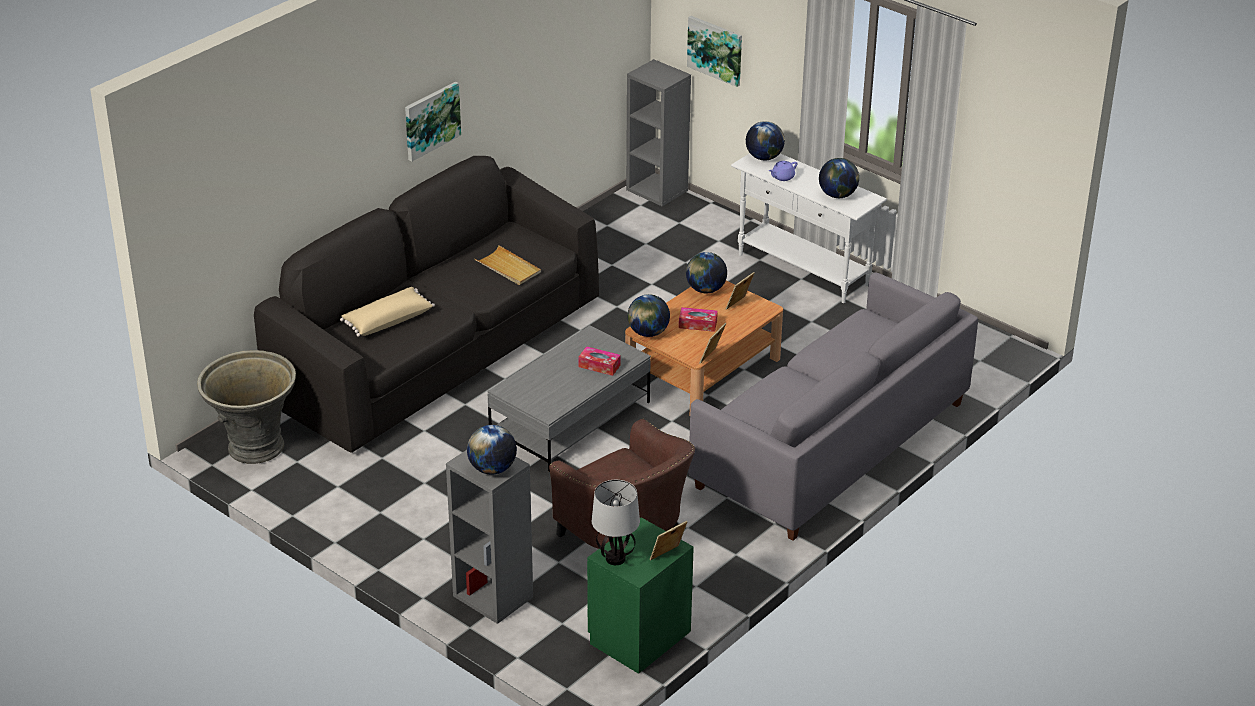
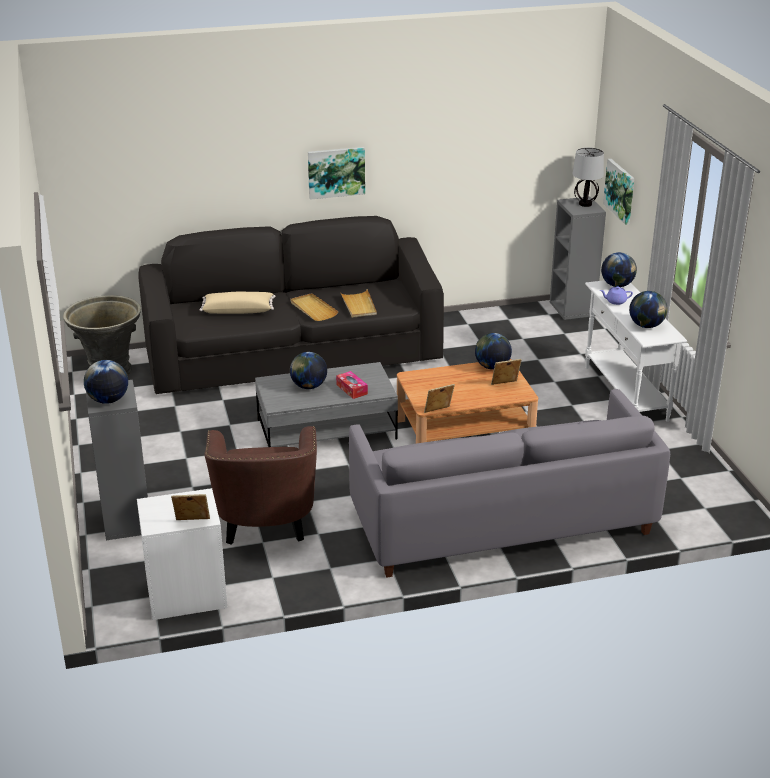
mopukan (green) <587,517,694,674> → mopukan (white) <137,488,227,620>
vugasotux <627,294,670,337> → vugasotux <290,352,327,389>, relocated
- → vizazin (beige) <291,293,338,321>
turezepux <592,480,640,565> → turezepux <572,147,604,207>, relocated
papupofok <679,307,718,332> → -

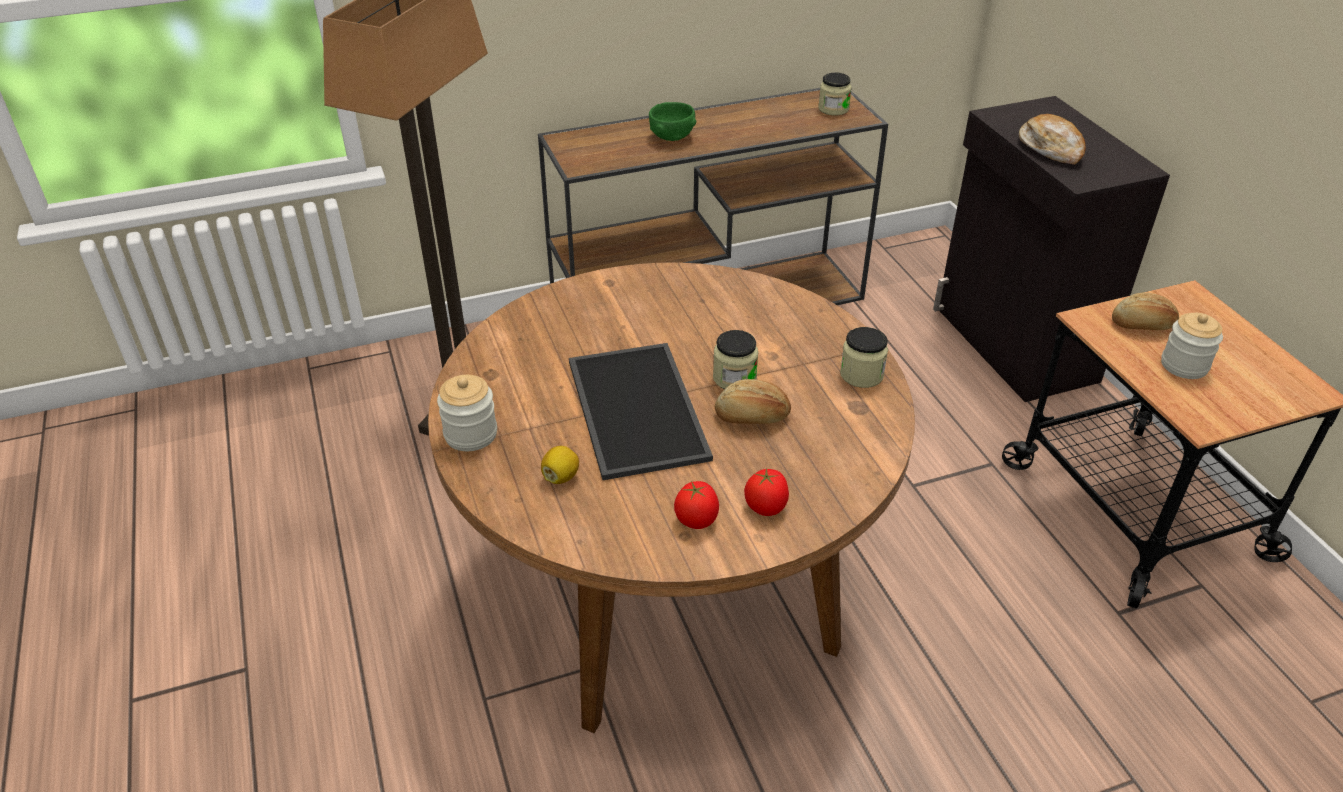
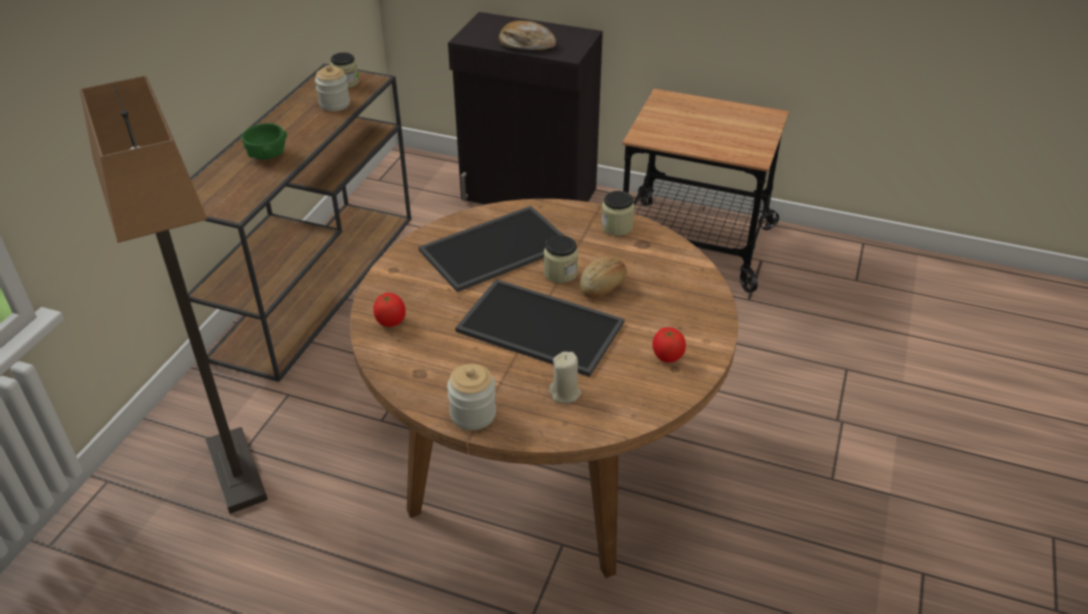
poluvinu <1161,313,1223,379> → poluvinu <315,65,350,111>, relocated
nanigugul <744,468,789,516> → nanigugul <373,293,406,327>, relocated
- → vizazin <418,206,565,292>
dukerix <541,446,579,484> → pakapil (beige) <549,352,582,403>
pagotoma <1112,293,1179,330> → -

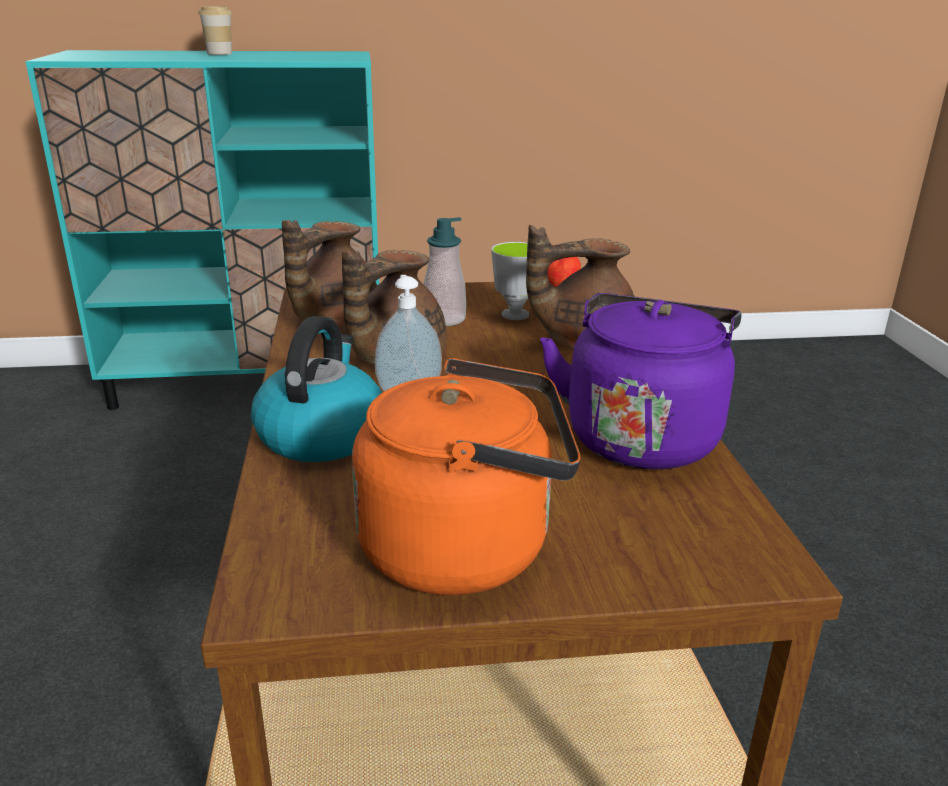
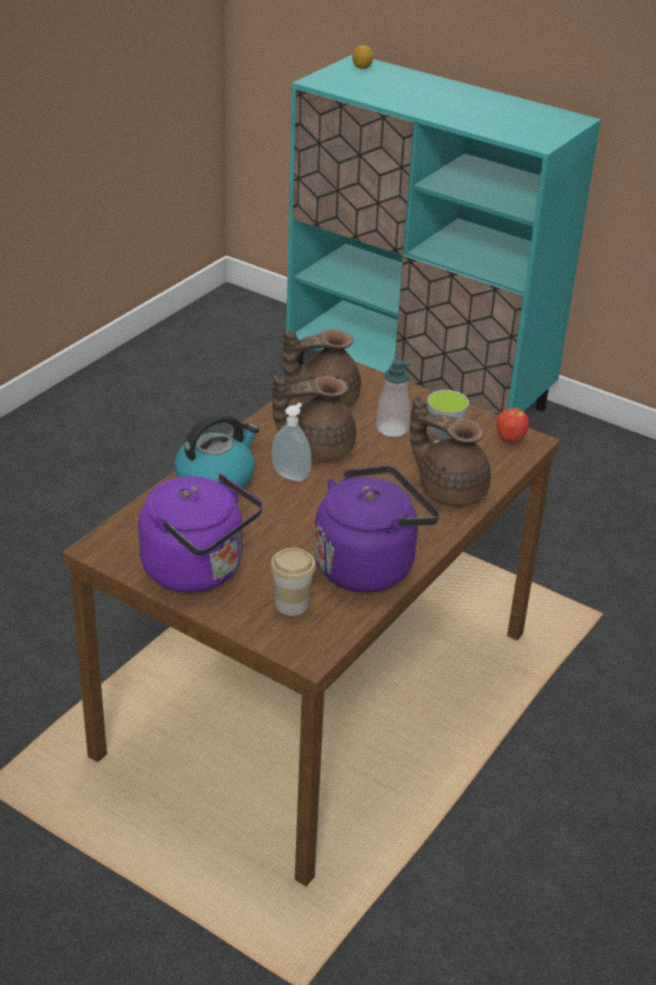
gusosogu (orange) <352,358,580,595> → gusosogu (purple) <138,474,263,592>
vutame <198,6,232,55> → vutame <270,548,316,616>, relocated
- → dukerix <352,45,373,69>

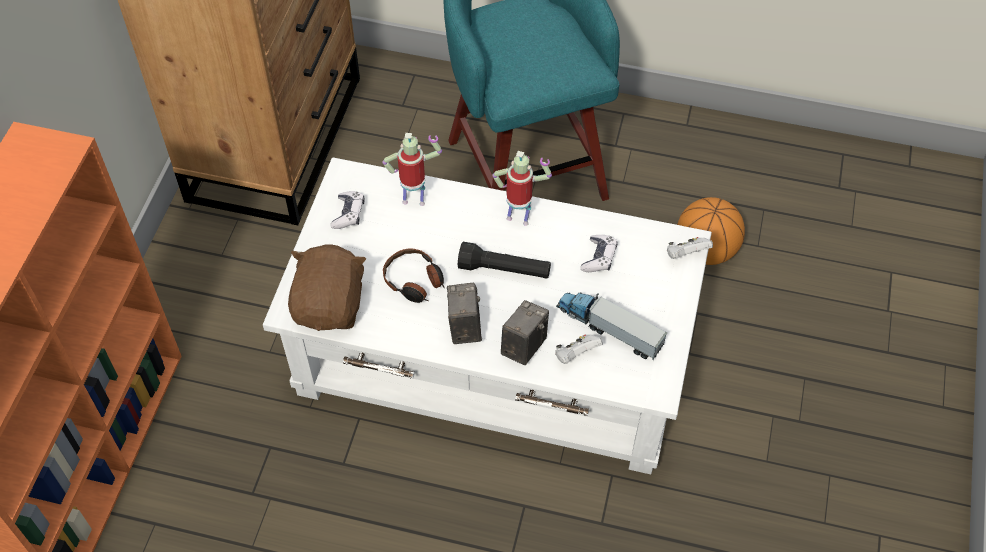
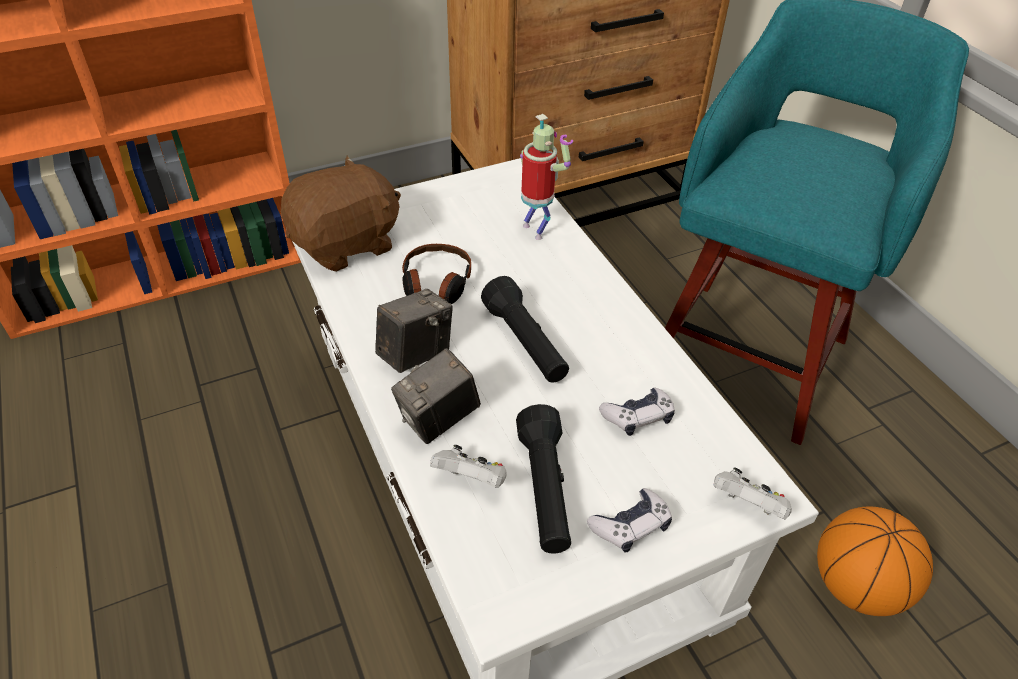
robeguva <501,300,549,365> → robeguva <391,348,481,444>, 150 degrees clockwise
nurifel <556,292,668,360> → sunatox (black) <516,404,571,553>
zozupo <330,191,365,229> → zozupo <587,488,672,553>, relocated
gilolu <492,151,552,226> → -

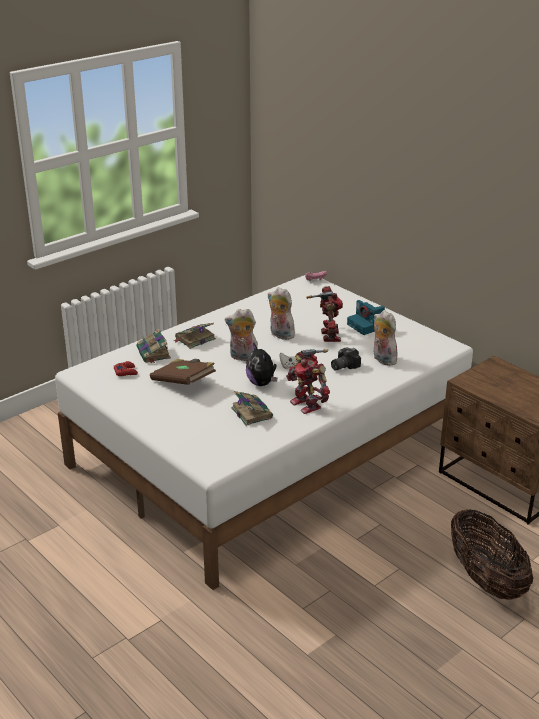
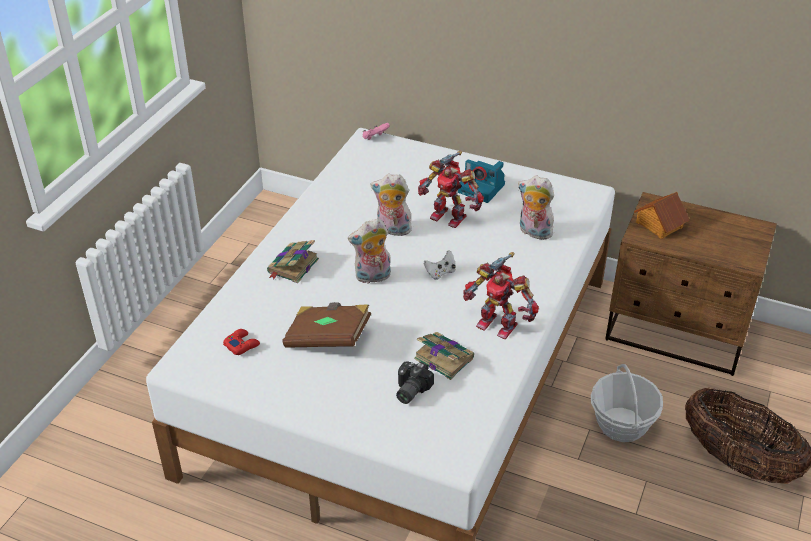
robeguva <331,347,361,370> → robeguva <396,362,434,404>, relocated
gilolu <306,286,343,342> → gilolu <418,151,484,228>, 150 degrees clockwise
- → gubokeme <591,364,663,442>
- → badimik <634,192,690,239>
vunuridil <136,329,171,363> → -
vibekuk <246,343,277,386> → -

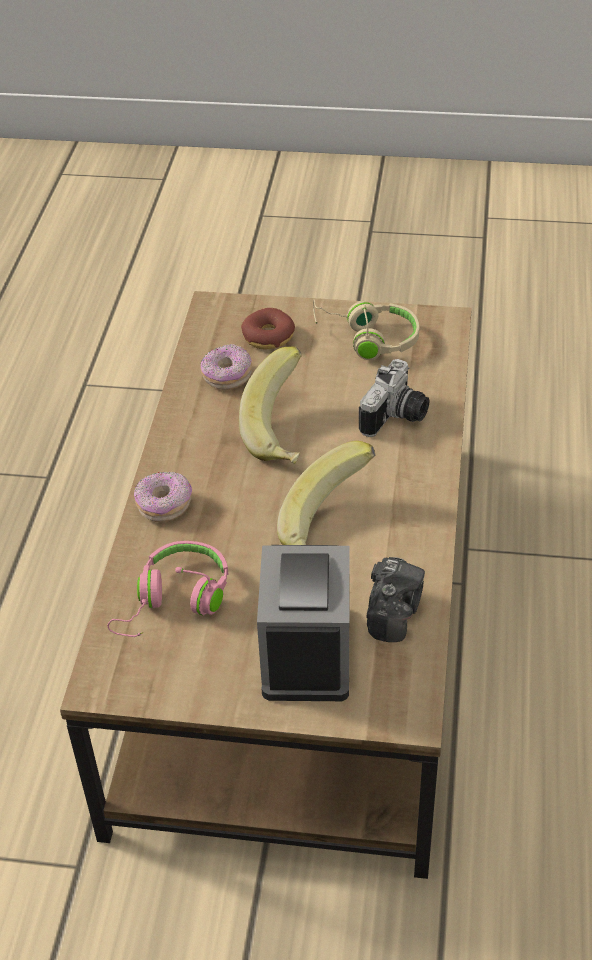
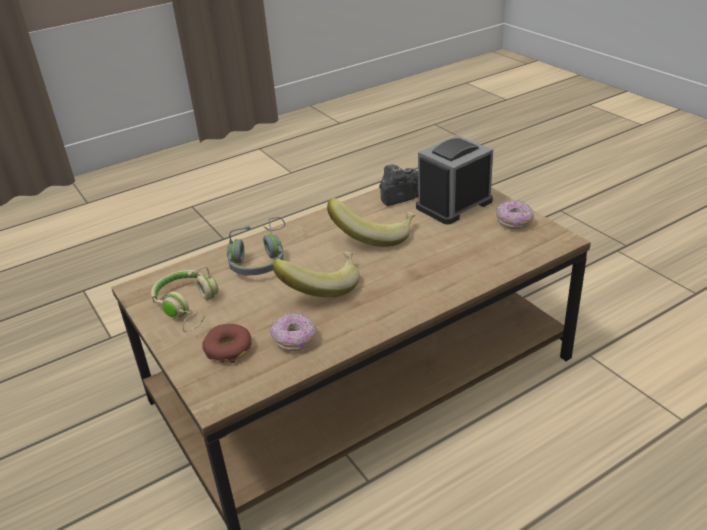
robeguva <359,359,429,437> → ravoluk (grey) <227,217,285,275>
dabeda <134,472,192,522> → dabeda <496,200,534,229>, relocated
ravoluk (pink) <107,541,229,637> → -

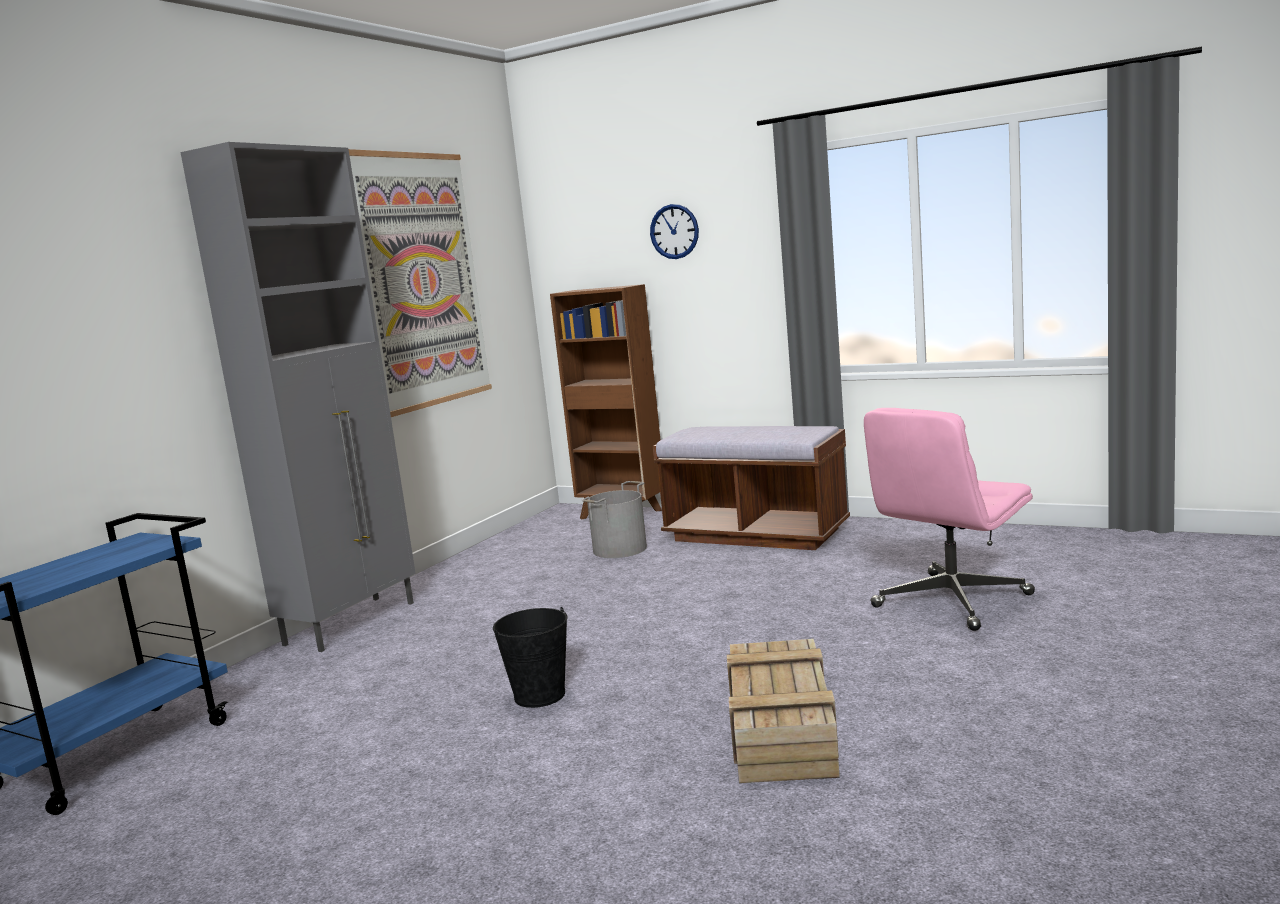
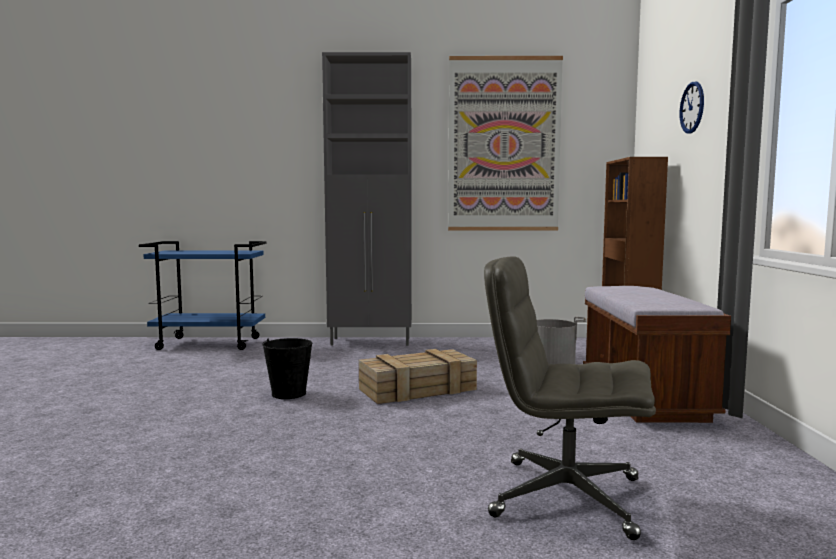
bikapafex <727,639,840,783> → bikapafex <359,349,477,404>, relocated
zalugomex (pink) <864,408,1035,631> → zalugomex (grey) <484,256,656,540>

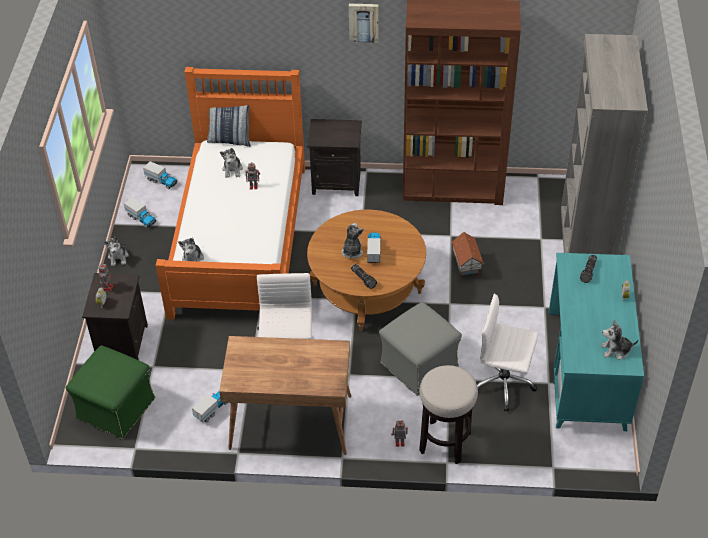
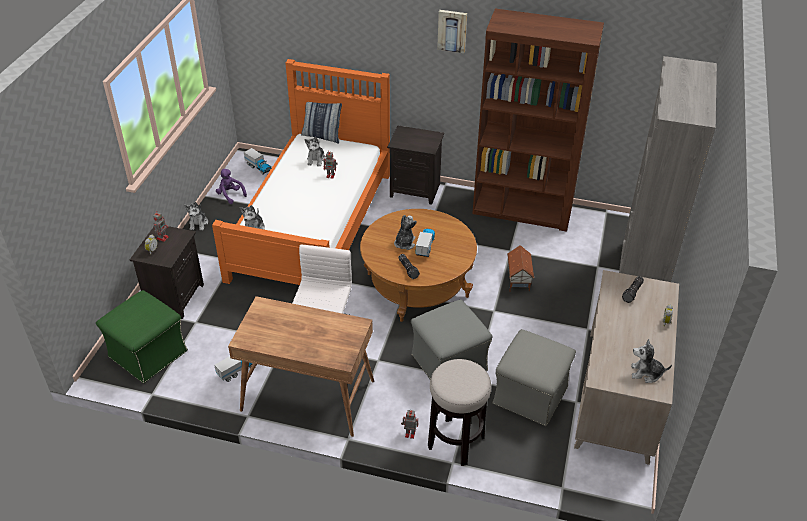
nurifel <123,197,156,228> → vibekuk (purple) <216,169,247,204>
zalugomex (white) <477,294,538,411> → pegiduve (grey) <493,329,576,426>
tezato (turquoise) <548,253,644,431> → tezato (beige) <574,270,679,465>

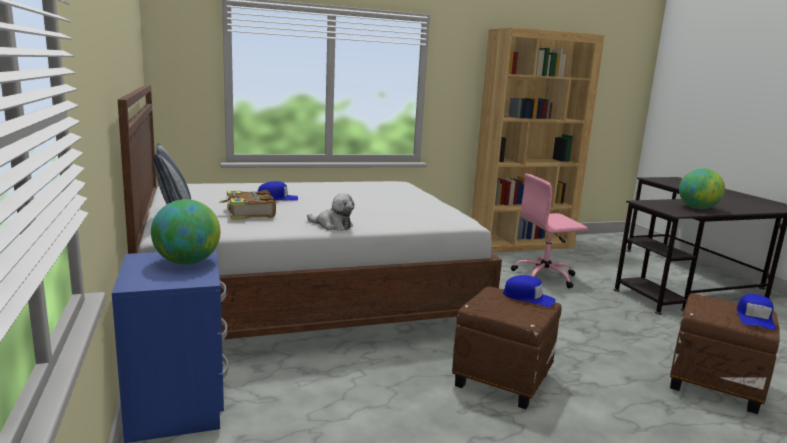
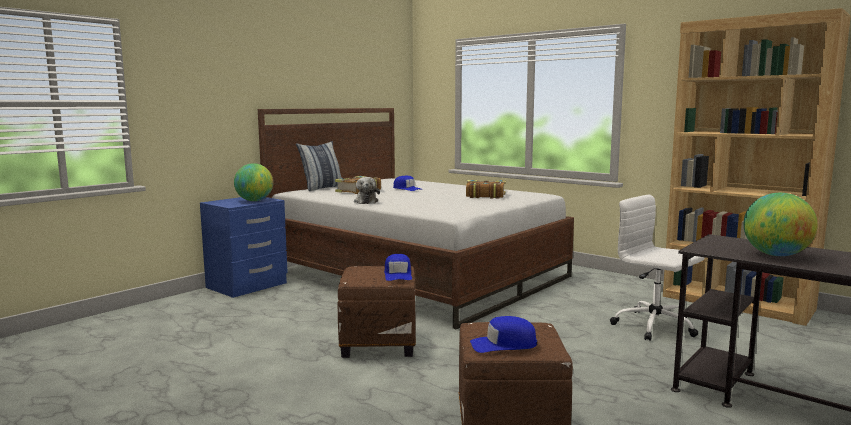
- → vunuridil <466,180,506,199>
zalugomex (pink) <511,174,588,288> → zalugomex (white) <610,194,704,341>

